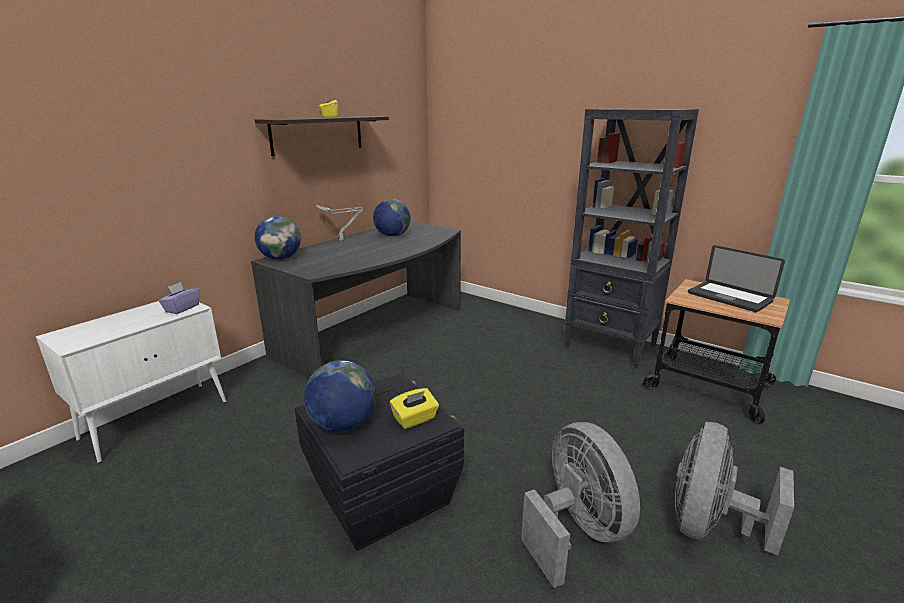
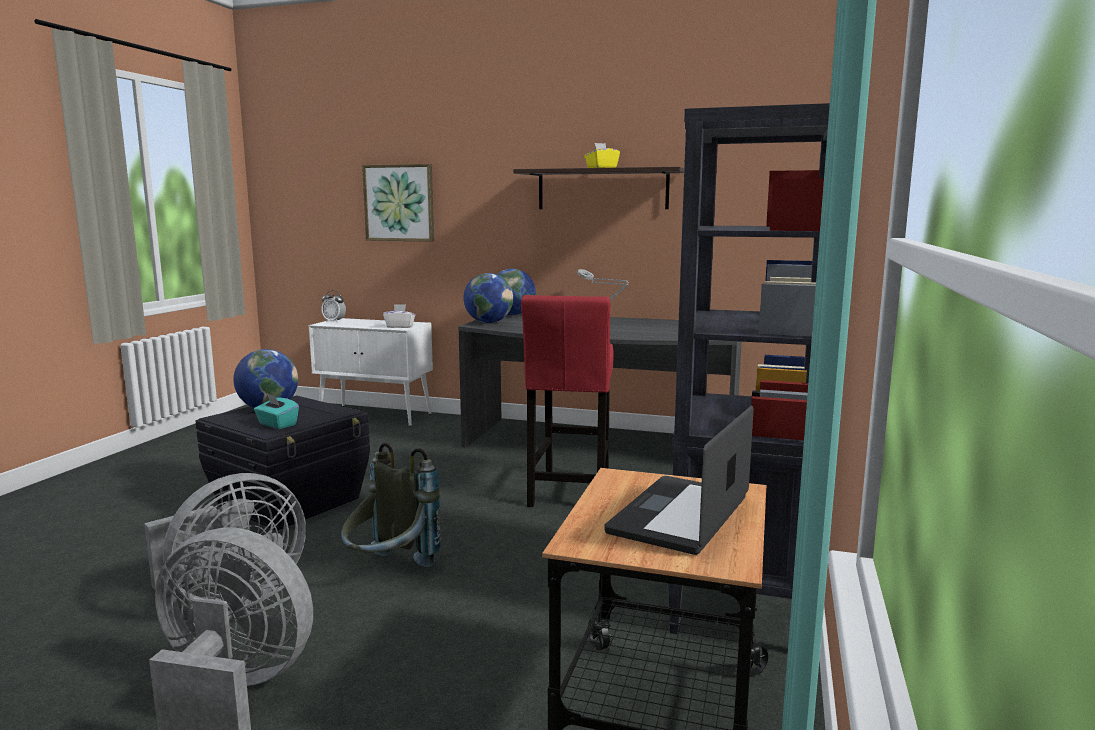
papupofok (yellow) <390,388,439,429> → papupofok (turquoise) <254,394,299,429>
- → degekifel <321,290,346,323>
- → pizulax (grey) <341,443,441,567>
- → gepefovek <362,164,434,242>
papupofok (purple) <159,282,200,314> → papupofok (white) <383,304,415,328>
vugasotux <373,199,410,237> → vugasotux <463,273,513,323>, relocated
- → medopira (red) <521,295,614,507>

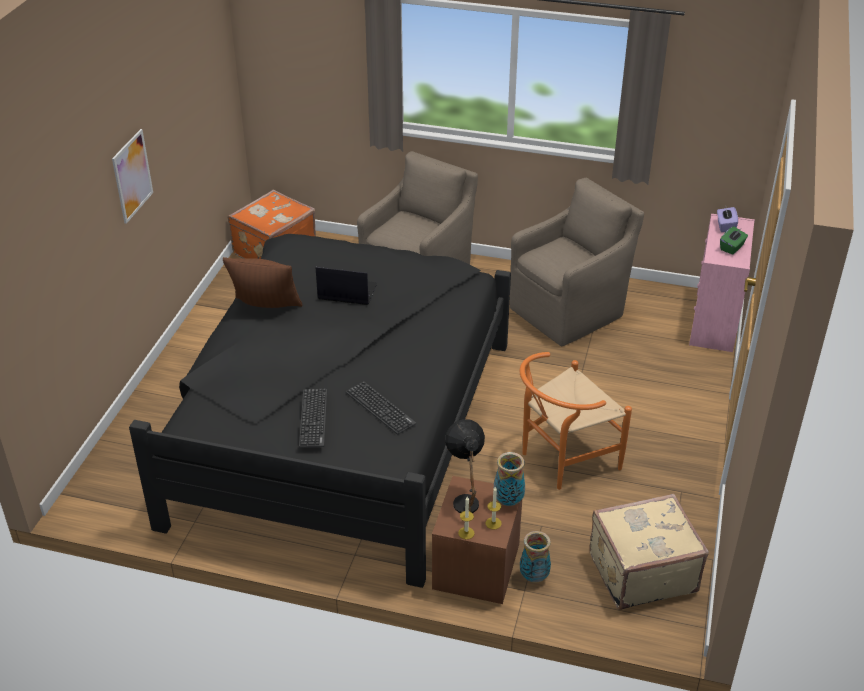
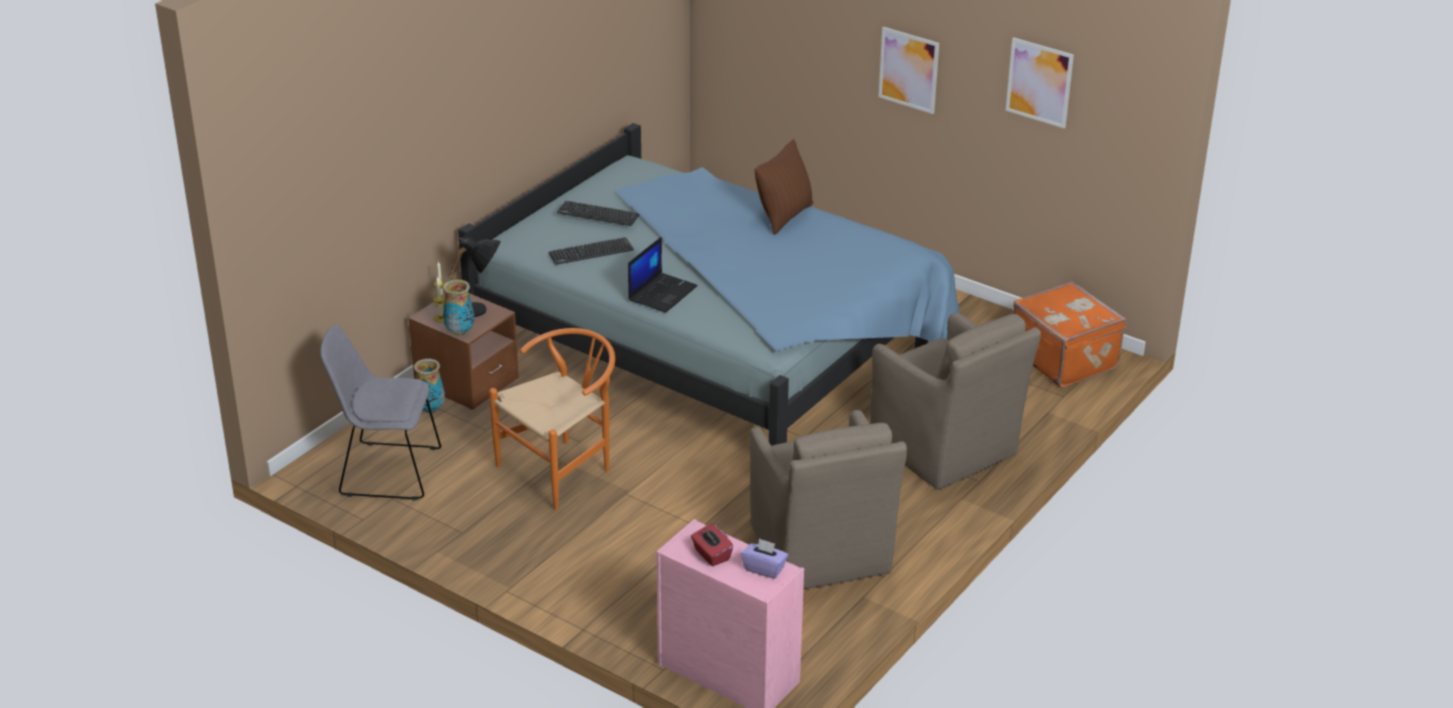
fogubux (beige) <589,493,709,610> → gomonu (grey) <320,324,441,500>
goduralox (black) <129,234,511,588> → goduralox (blue) <458,123,960,446>
gomonu (orange) <520,352,632,490> → gomonu (orange) <489,328,615,510>, 60 degrees clockwise
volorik <316,267,377,305> → volorik <628,237,698,313>, relocated
papupofok (green) <720,226,748,255> → papupofok (red) <691,523,733,566>
- → gepefovek <1006,37,1074,129>

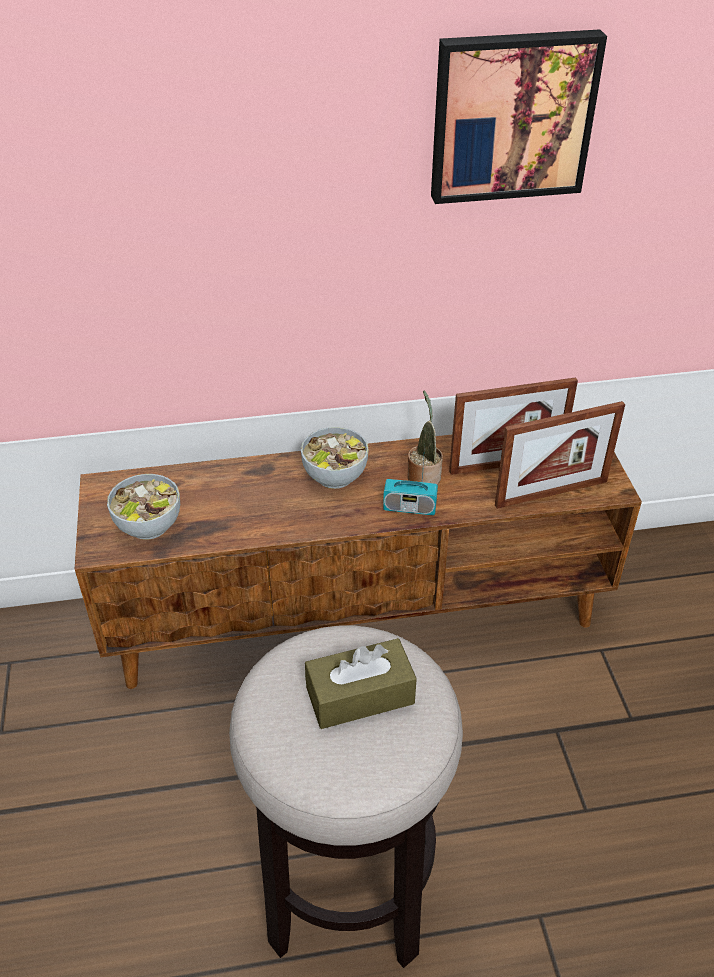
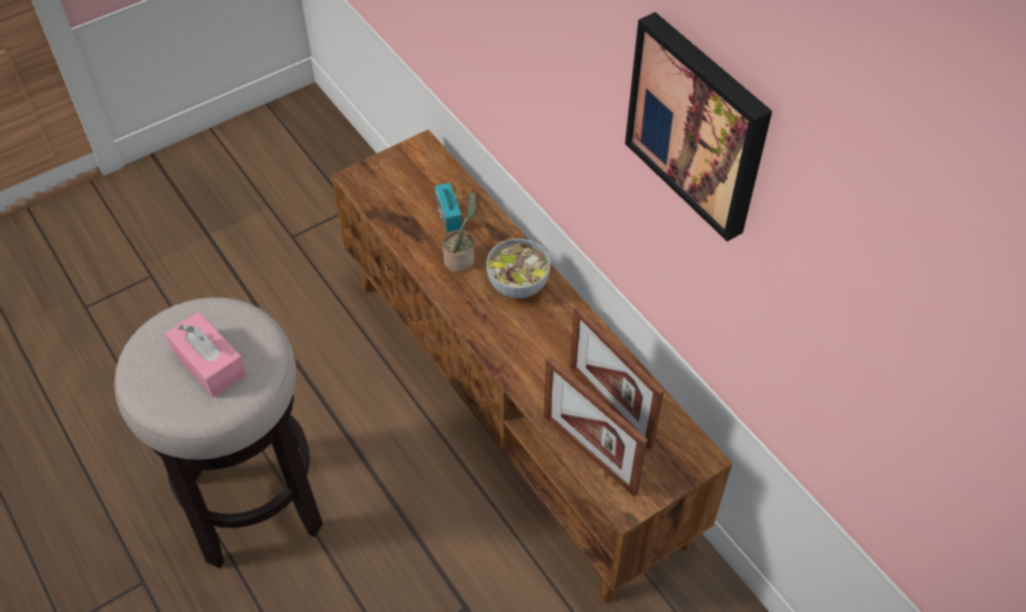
papupofok (brown) <305,638,417,729> → papupofok (pink) <165,312,247,397>
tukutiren <383,443,438,515> → tukutiren <435,177,462,233>, relocated
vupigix <408,391,443,485> → vupigix <442,193,476,272>, relocated
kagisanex <107,474,180,540> → -

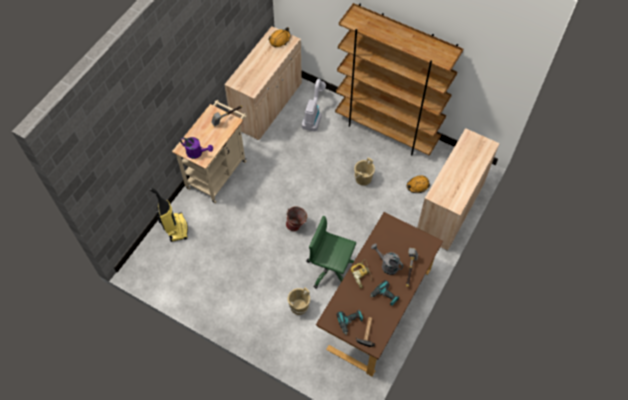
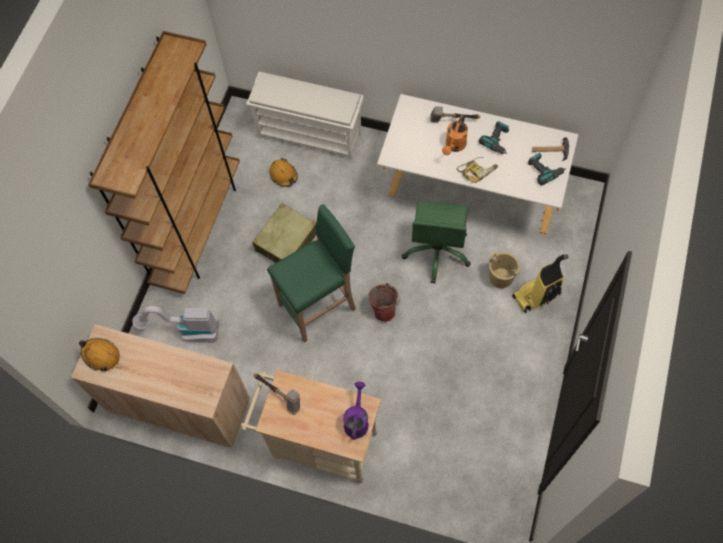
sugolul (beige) <417,128,500,251> → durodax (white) <246,72,364,160>
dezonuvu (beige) <354,157,375,186> → fogubux (beige) <252,203,316,262>
- → medopira (green) <267,204,356,343>
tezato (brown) <316,212,443,376> → tezato (white) <377,94,578,234>
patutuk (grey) <371,243,403,275> → patutuk (orange) <442,115,468,155>
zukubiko <149,187,188,242> → zukubiko <512,254,569,314>, relocated

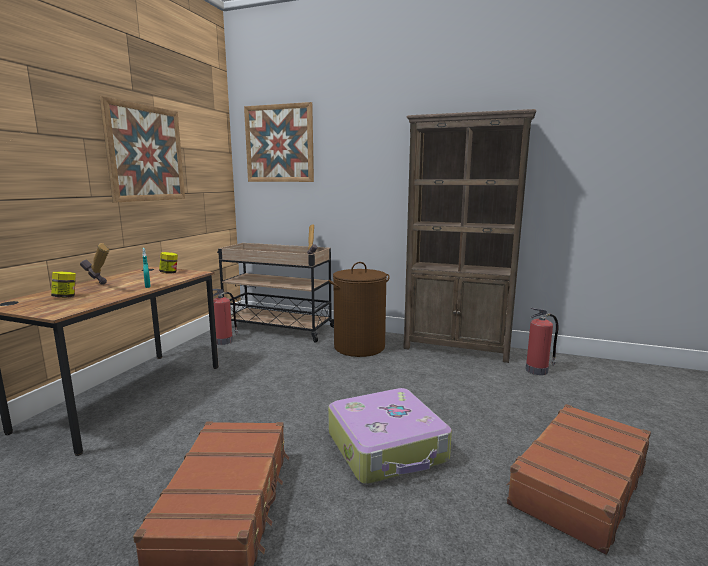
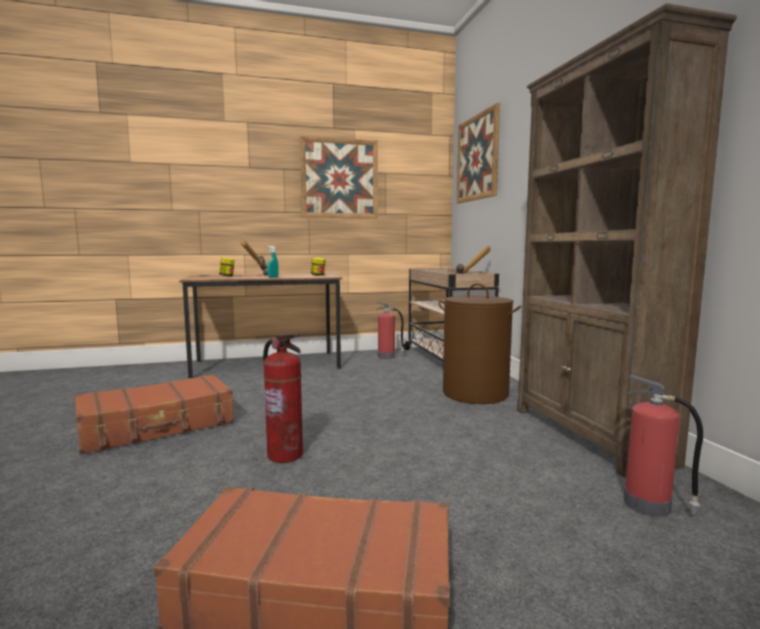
fogubux <328,388,452,484> → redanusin <263,334,303,463>

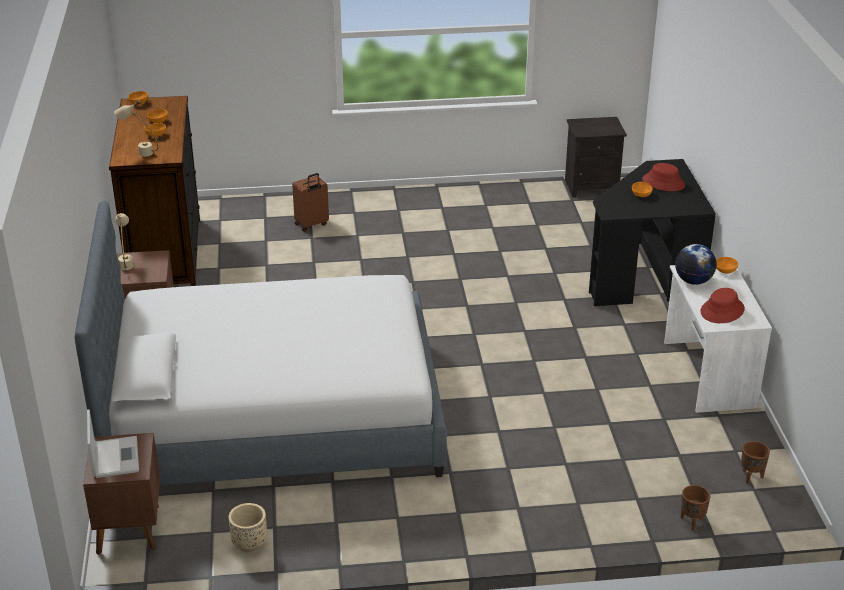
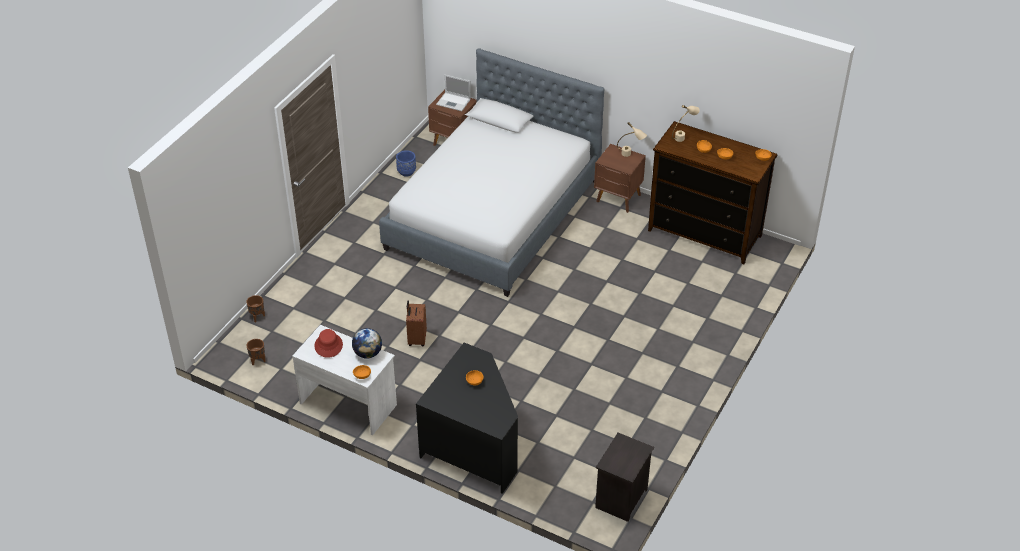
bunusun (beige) <229,503,267,553> → bunusun (blue) <396,150,416,177>
fogubux (brown) <292,173,329,232> → fogubux (brown) <406,300,427,346>, relocated
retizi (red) <642,163,685,191> → -

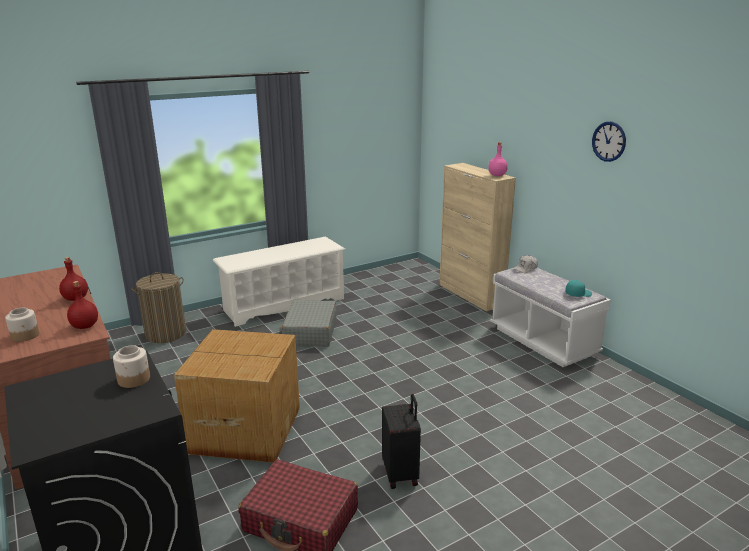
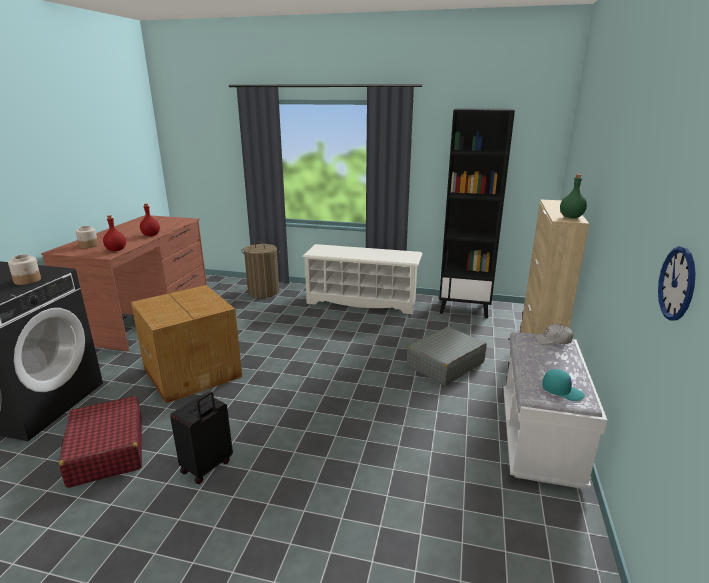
fogubux (grey) <282,300,337,347> → fogubux (grey) <407,327,487,386>, relocated
- → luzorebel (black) <439,108,515,318>
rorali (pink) <488,142,508,176> → rorali (green) <560,174,587,218>
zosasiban <592,122,626,162> → zosasiban <658,246,696,321>, relocated

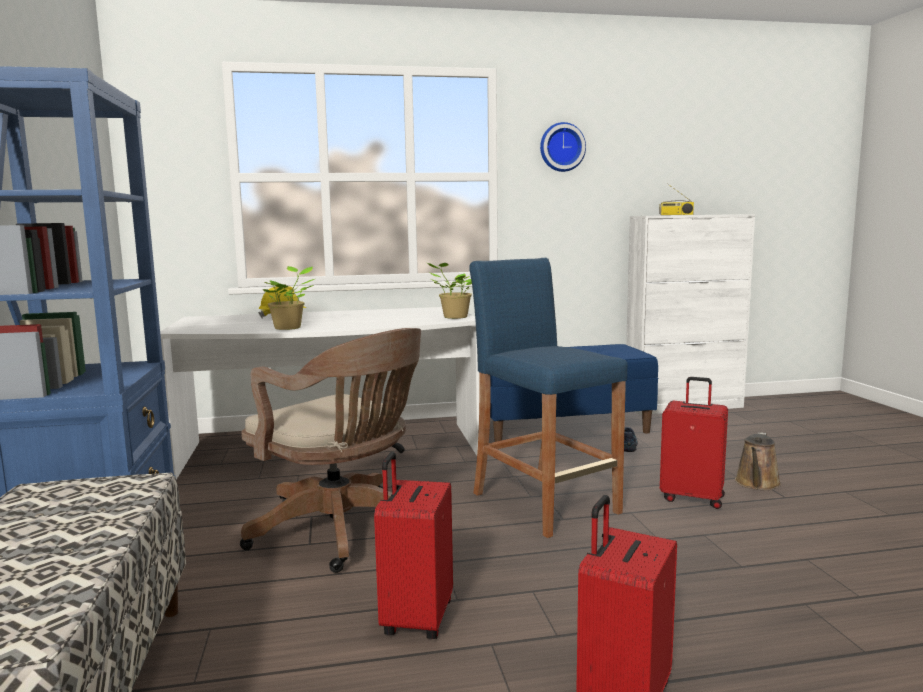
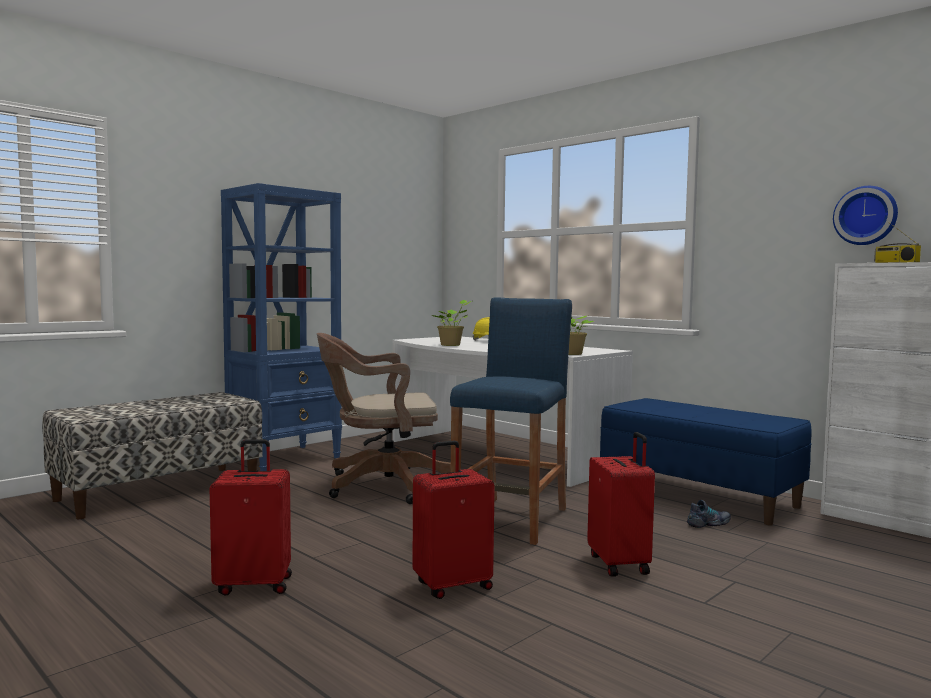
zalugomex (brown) <240,328,421,573> → zalugomex (brown) <317,333,451,504>, 75 degrees clockwise
fogubux (red) <374,452,453,639> → fogubux (red) <413,441,495,599>, relocated
zosasiban <540,122,586,172> → zosasiban <833,186,898,245>, relocated
patutuk (brown) <735,432,781,490> → -

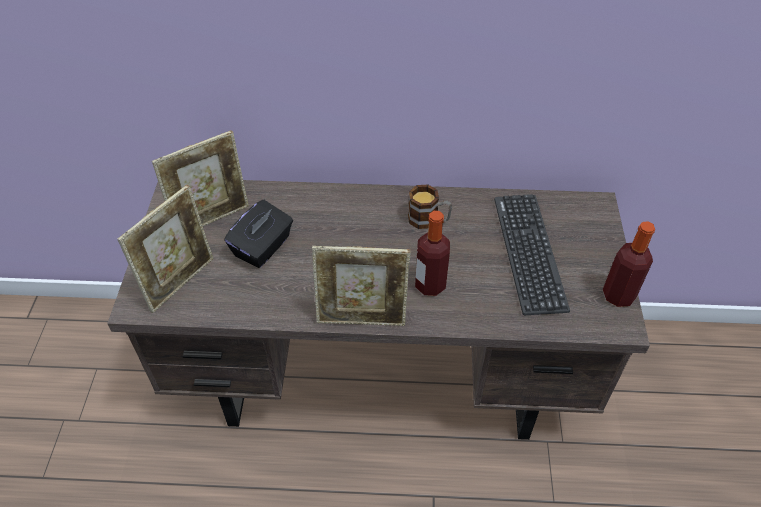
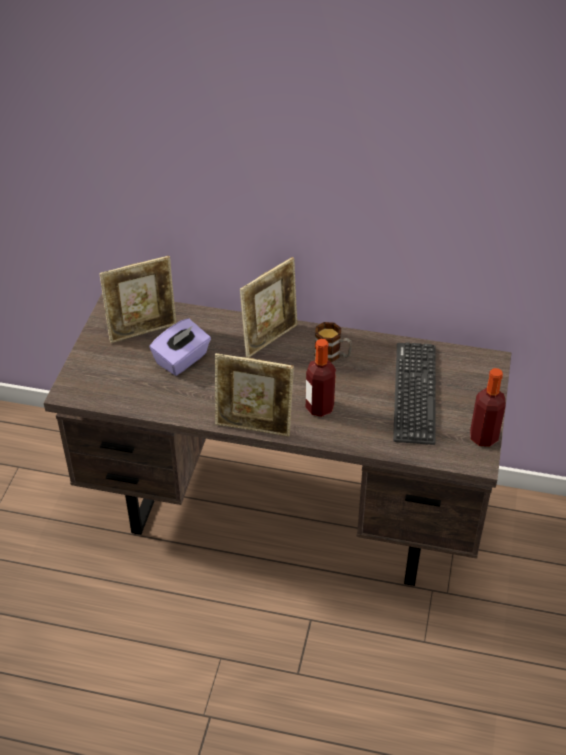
papupofok (black) <224,200,293,268> → papupofok (purple) <150,318,211,376>
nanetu <118,185,214,313> → nanetu <240,257,297,358>, relocated

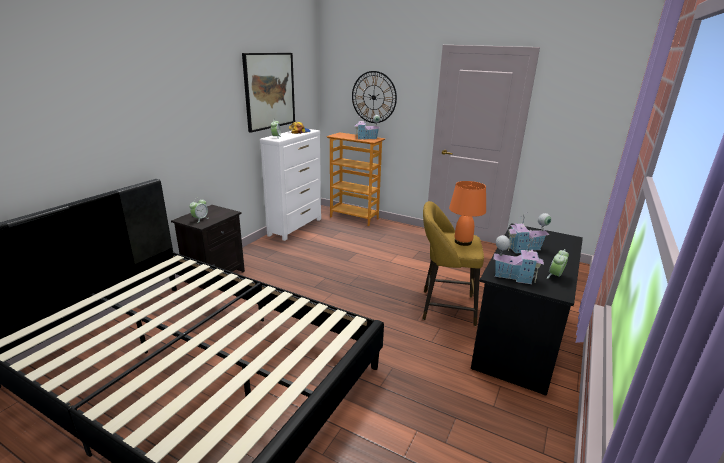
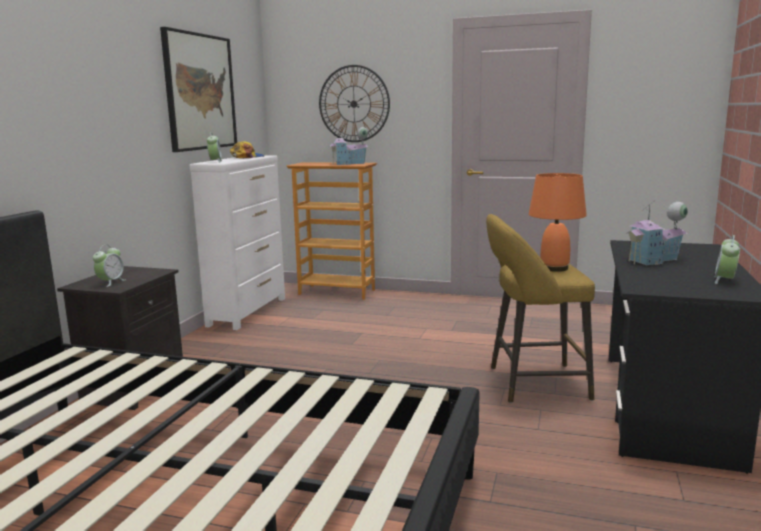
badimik <493,235,544,284> → -

